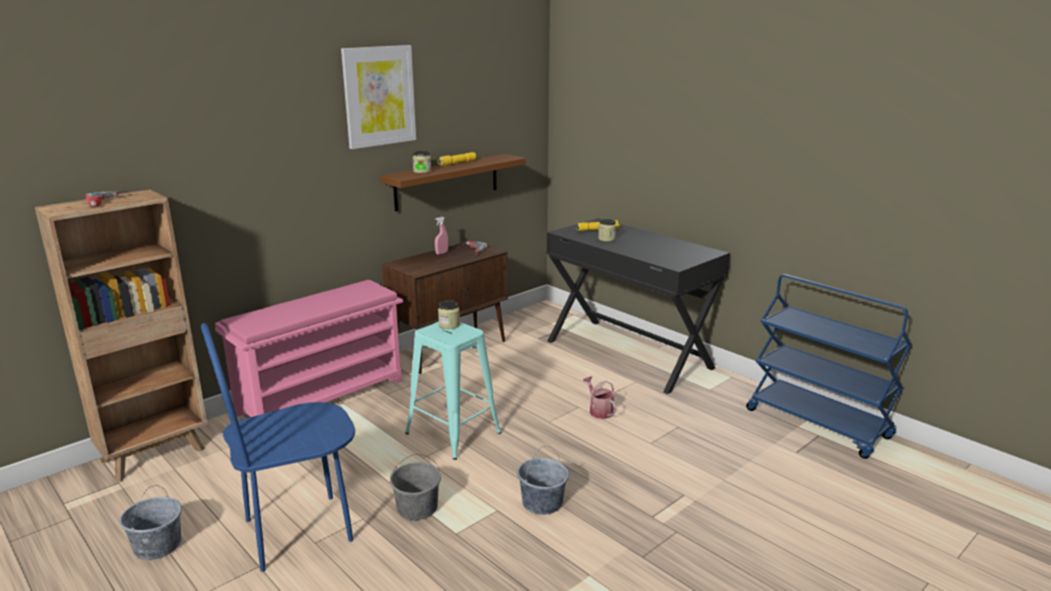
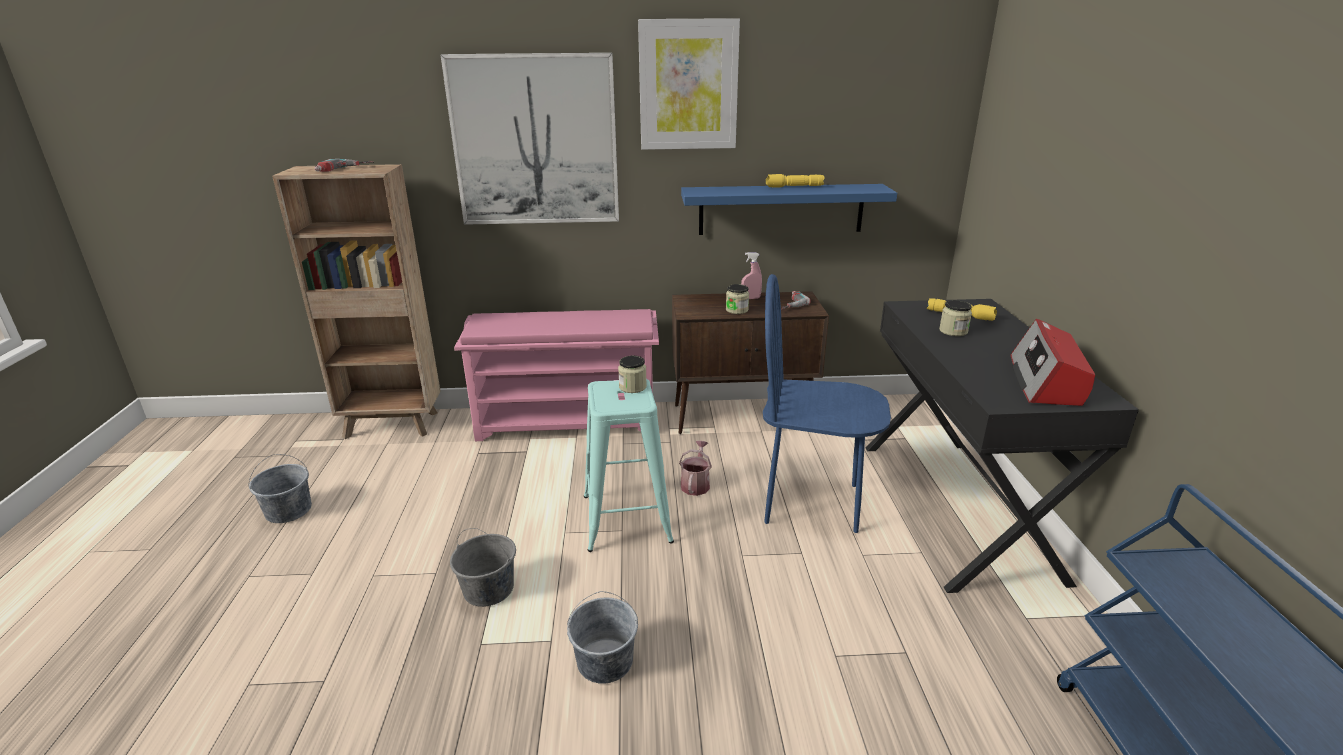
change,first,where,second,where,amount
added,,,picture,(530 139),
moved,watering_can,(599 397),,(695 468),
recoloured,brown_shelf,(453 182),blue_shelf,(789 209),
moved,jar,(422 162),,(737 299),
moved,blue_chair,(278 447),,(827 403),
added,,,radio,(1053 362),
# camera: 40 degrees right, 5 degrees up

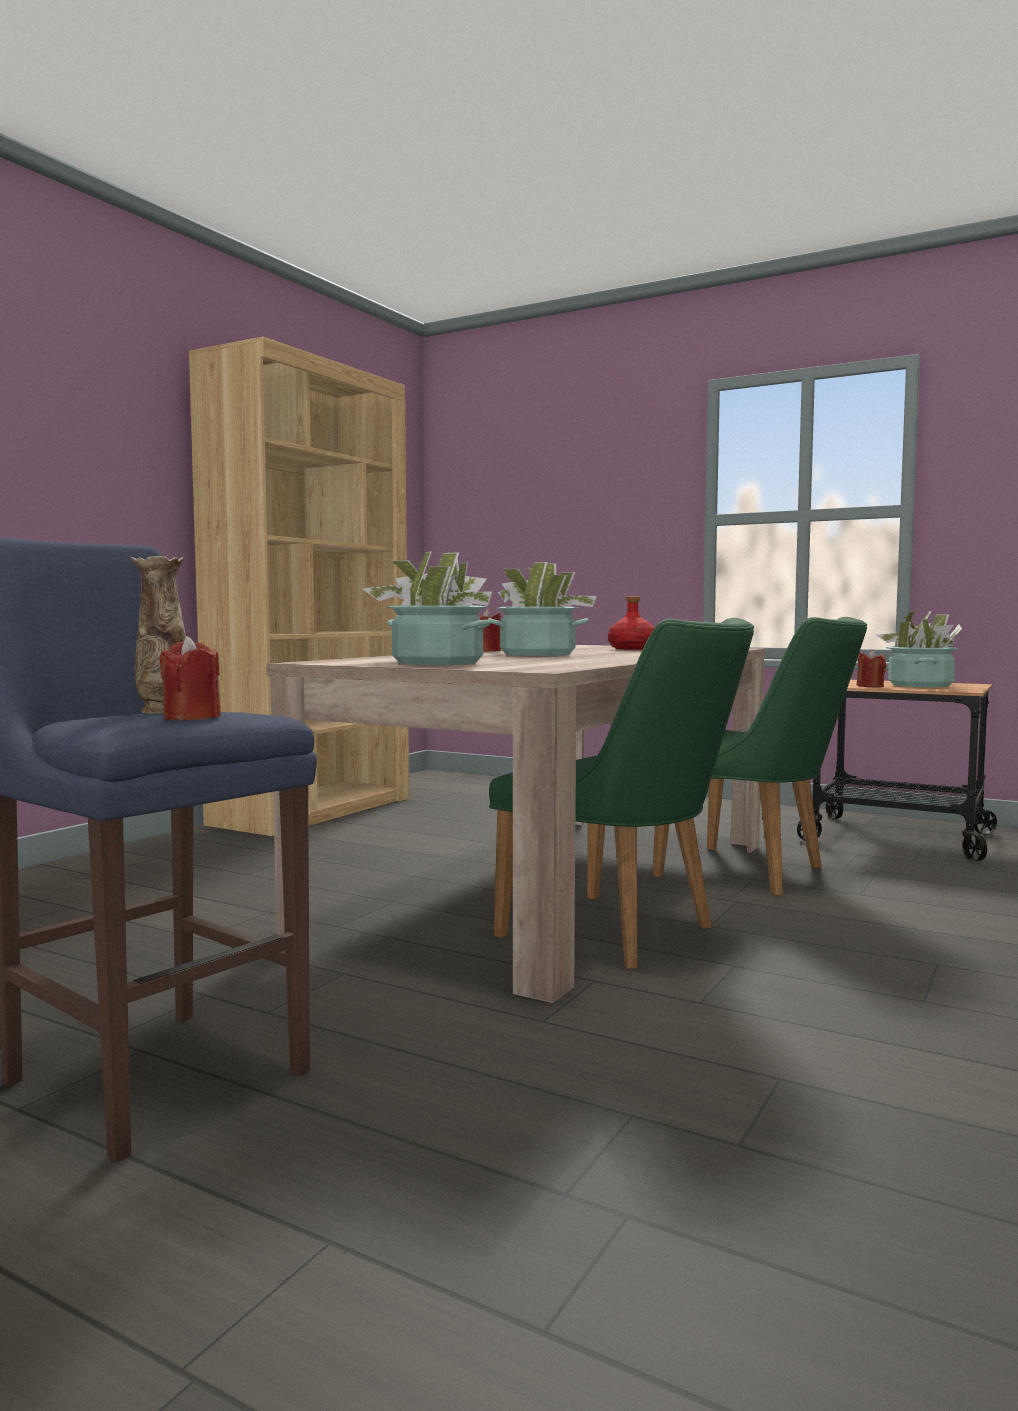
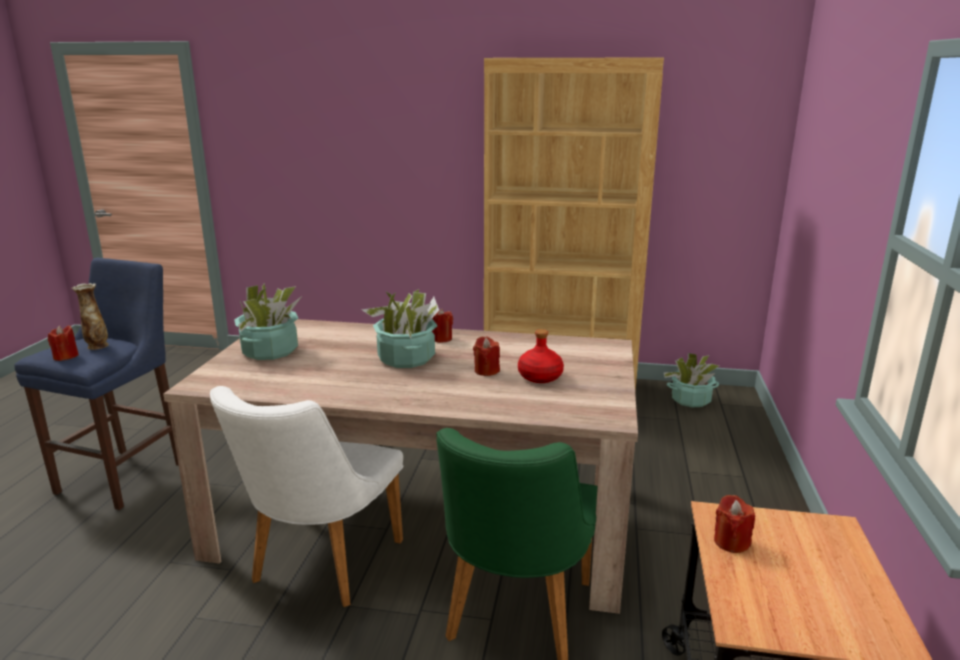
change,first,where,second,where,amount
recoloured,green_chair,(621 793),white_chair,(306 496),
added,,,red_candle,(486 356),
moved,potted_plant,(919 649),,(691 380),
# camera: 70 degrees right, 15 degrees up

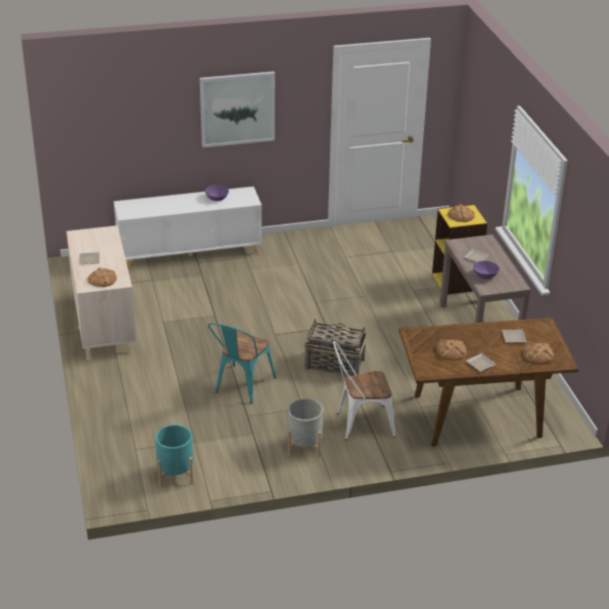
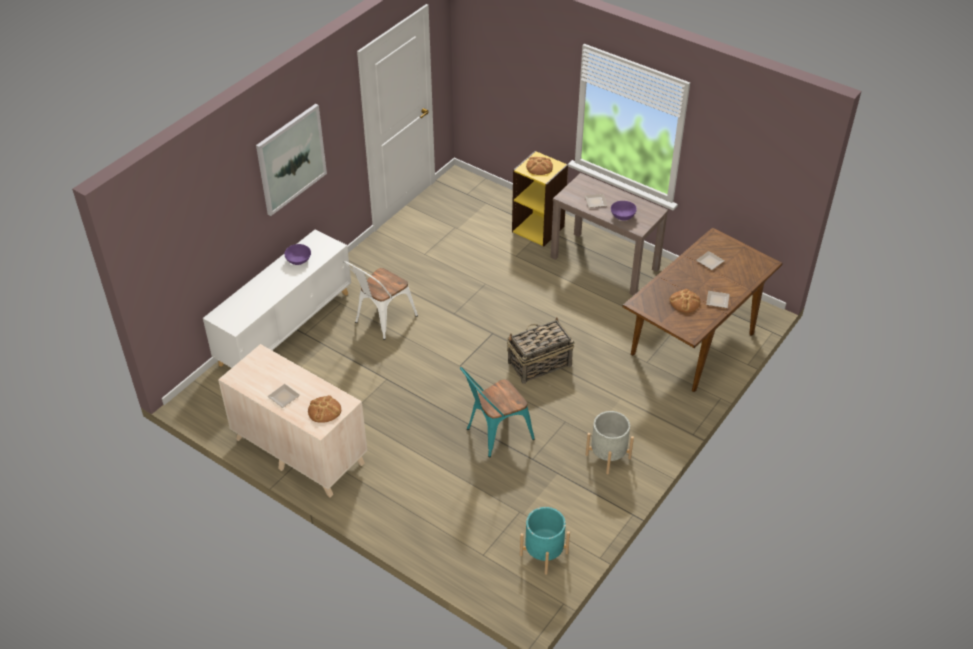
change,first,where,second,where,amount
moved,white_chair,(364 390),,(381 300),
turned,turquoise_chair,(242 363),,(497 412),75 degrees clockwise
removed,bread,(538 353),,,
# camera: 40 degrees left, 10 degrees up

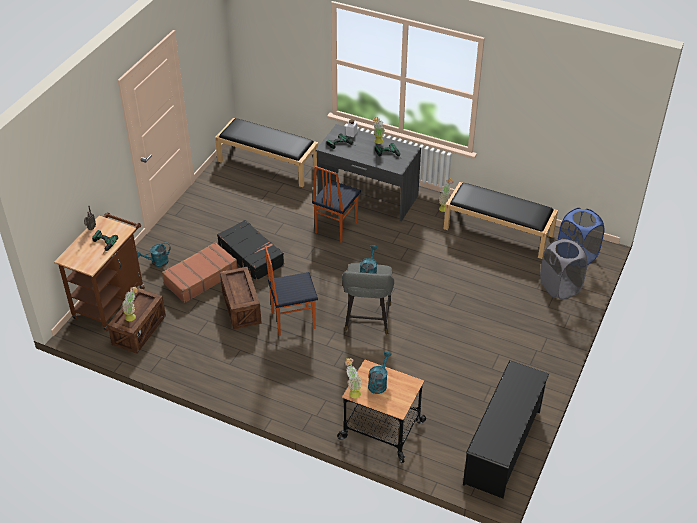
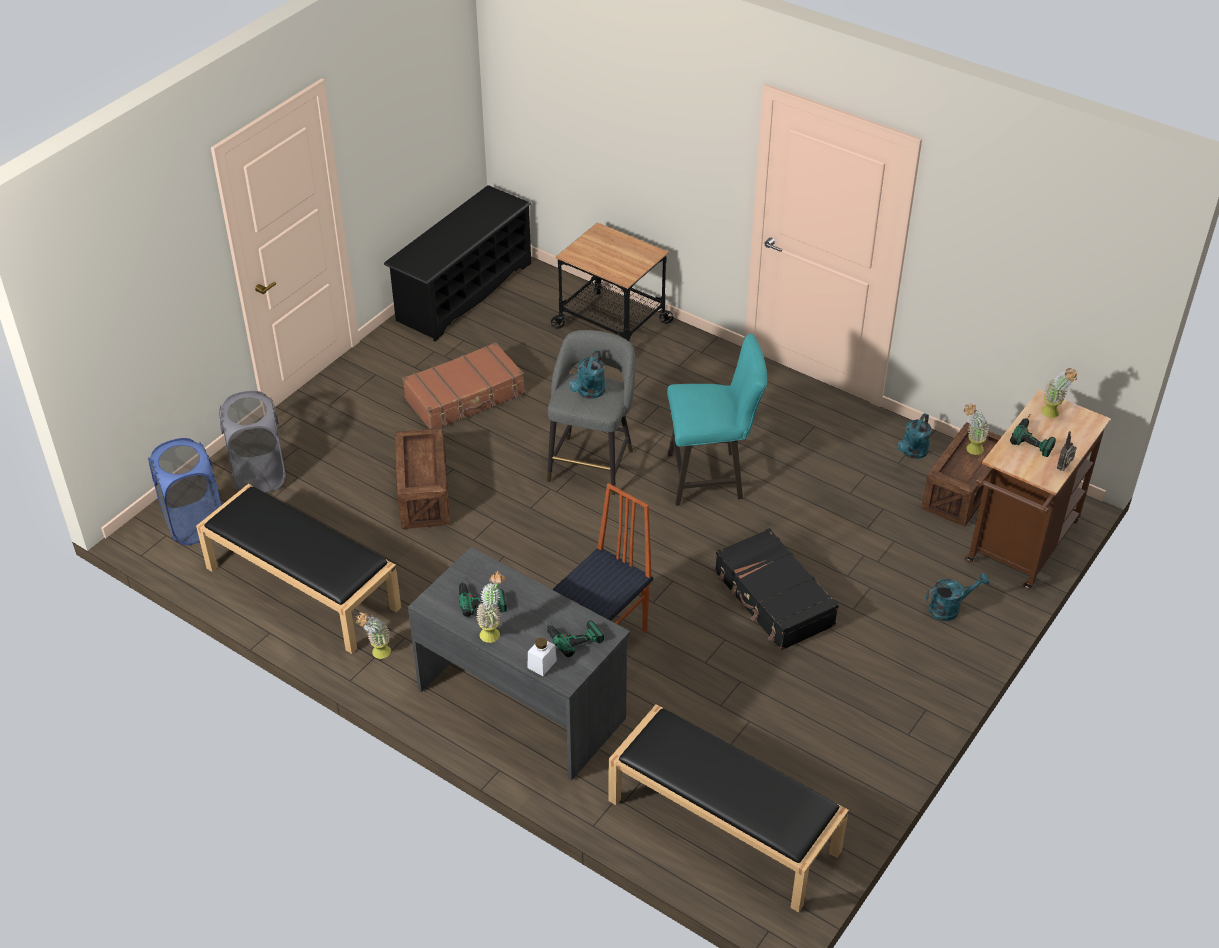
change,first,where,second,where,amount
moved,crate,(241 298),,(422 478),
moved,brown_suitcase,(199 272),,(463 385),
replaced,chair,(291 291),turquoise_stool,(717 420),
moved,turquoise_watering_can,(380 372),,(915 436),
moved,potted_plant,(354 378),,(1059 393),
# camera: 170 degrees left, 0 degrees up

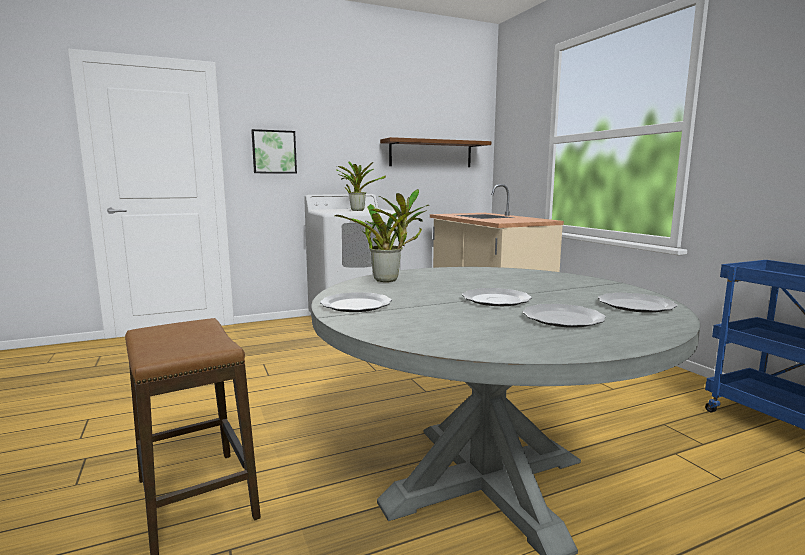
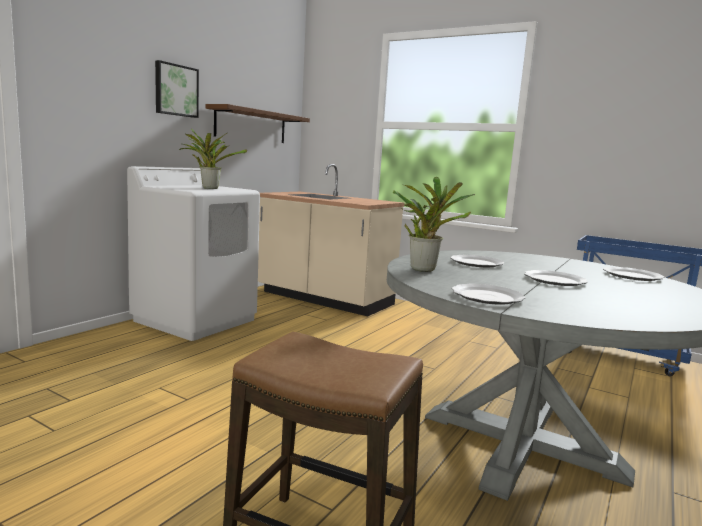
change,first,where,second,where,amount
moved,picture,(274 151),,(177 89),
moved,plate,(564 316),,(477 261),
# camera: 35 degrees left, 0 degrees up

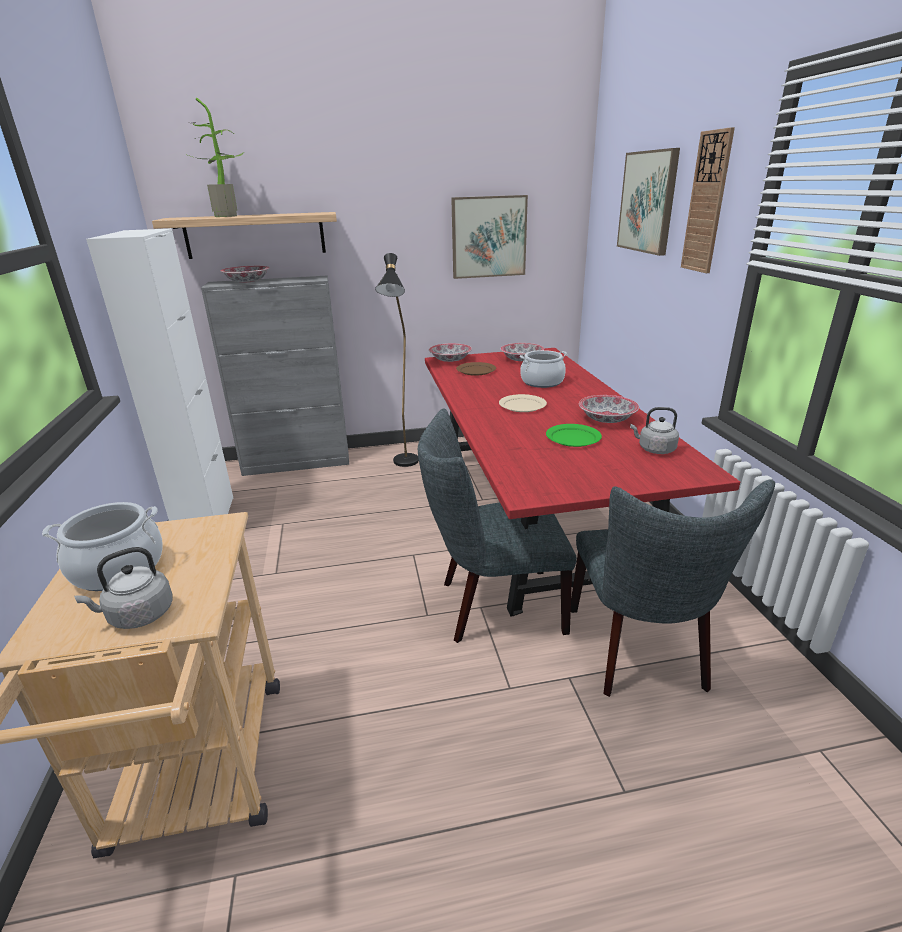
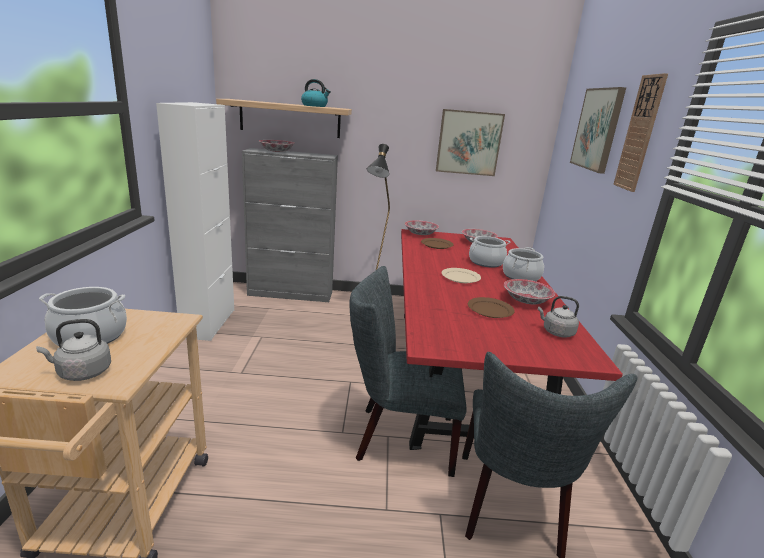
change,first,where,second,where,amount
added,,,kettle,(316 93),
recoloured,green_plate,(574 435),brown_plate,(491 307),
added,,,cooking_pot,(523 264),
removed,potted_plant,(215 157),,,
# camera: 10 degrees right, 5 degrees down

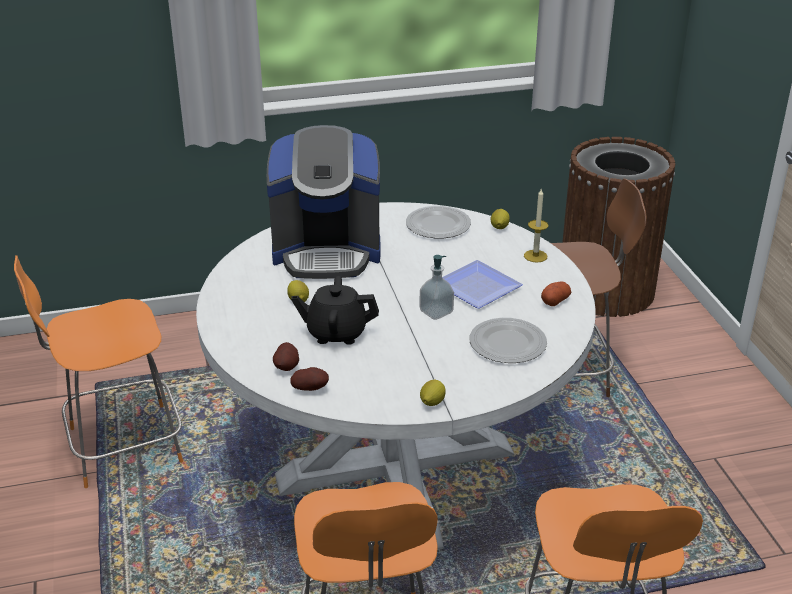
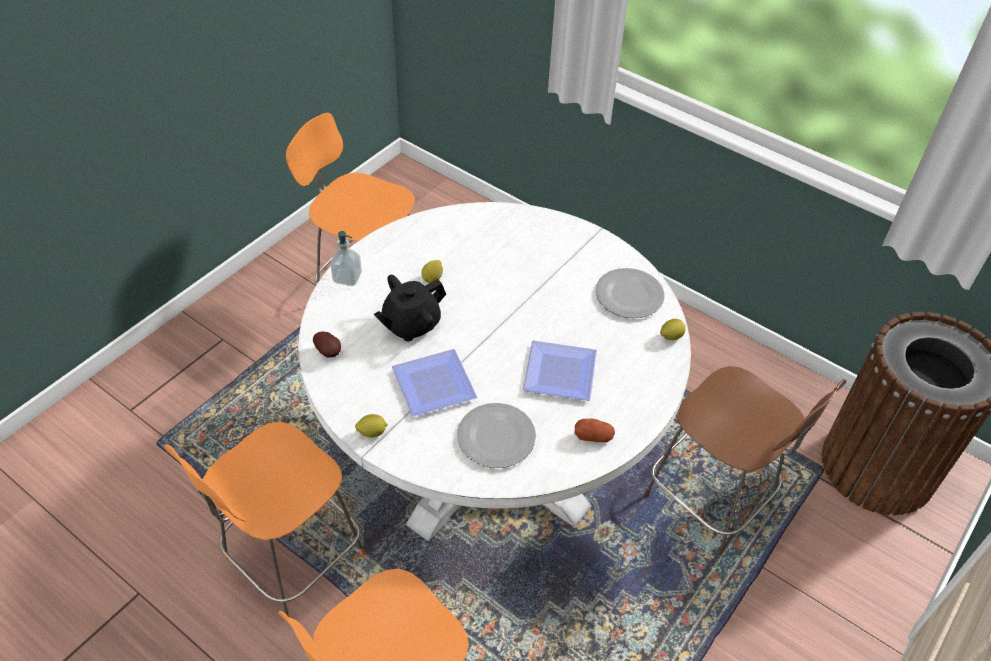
change,first,where,second,where,amount
moved,soap_dispenser,(436 287),,(346 258),
turned,black_teapot,(335 310),,(410 308),90 degrees counterclockwise
added,,,plate,(434 383),
removed,coffee_machine,(323 202),,,
removed,potato,(286 356),,,
removed,candle,(536 225),,,
# camera: 50 degrees right, 15 degrees up

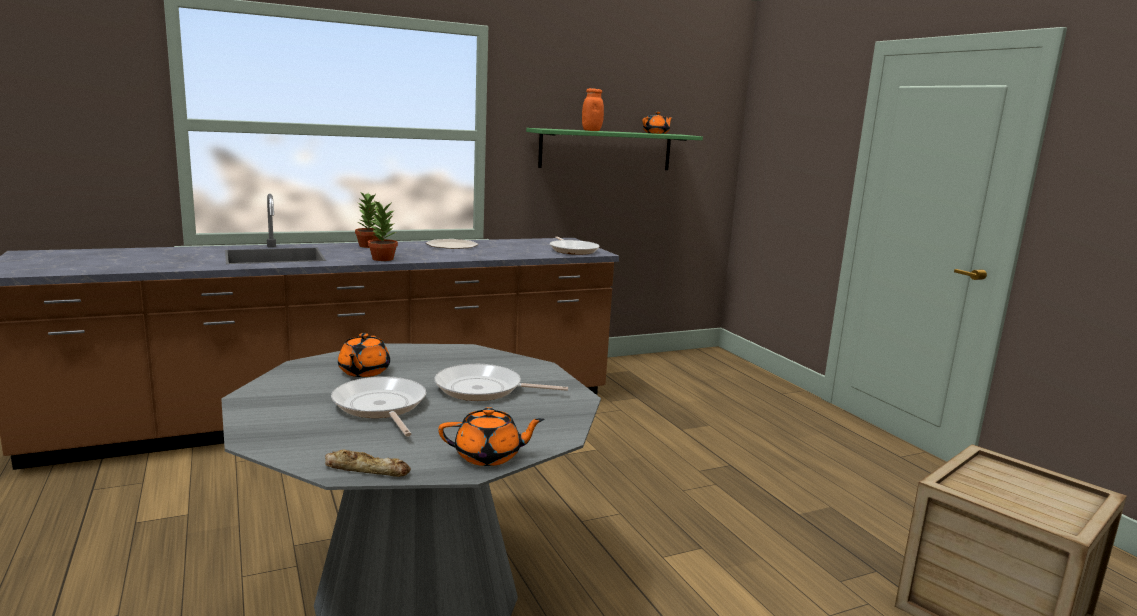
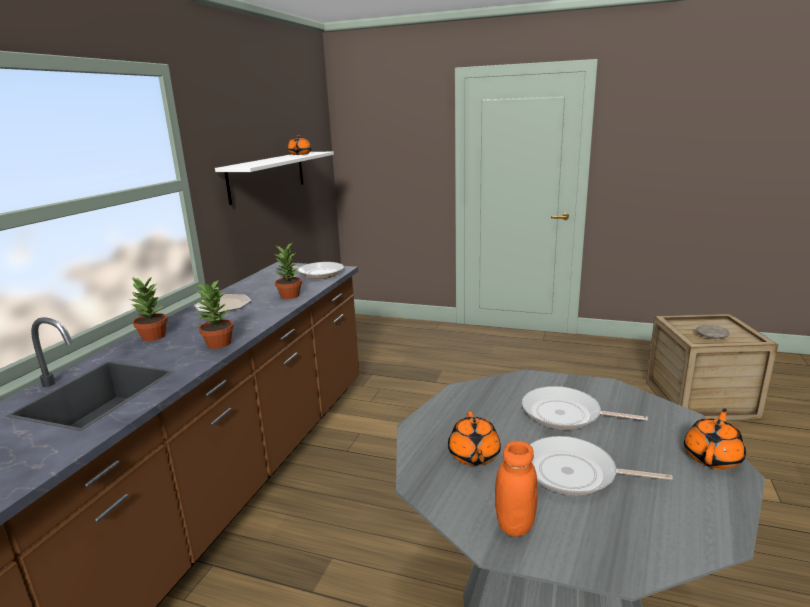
change,first,where,second,where,amount
recoloured,green_shelf,(614 149),white_shelf,(274 178),
added,,,potted_plant,(288 271),
turned,orange_teapot,(364 355),,(474 439),45 degrees clockwise
moved,orange_jar,(593 109),,(516 489),
turned,frying_pan,(501 382),,(585 408),60 degrees clockwise
added,,,beige_plate,(713 332),
removed,bread,(368 463),,,
# camera: 45 degrees left, 5 degrees up

